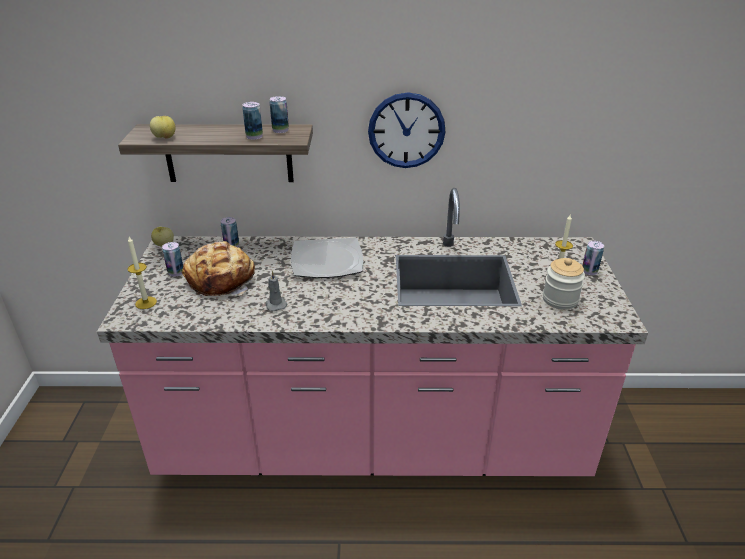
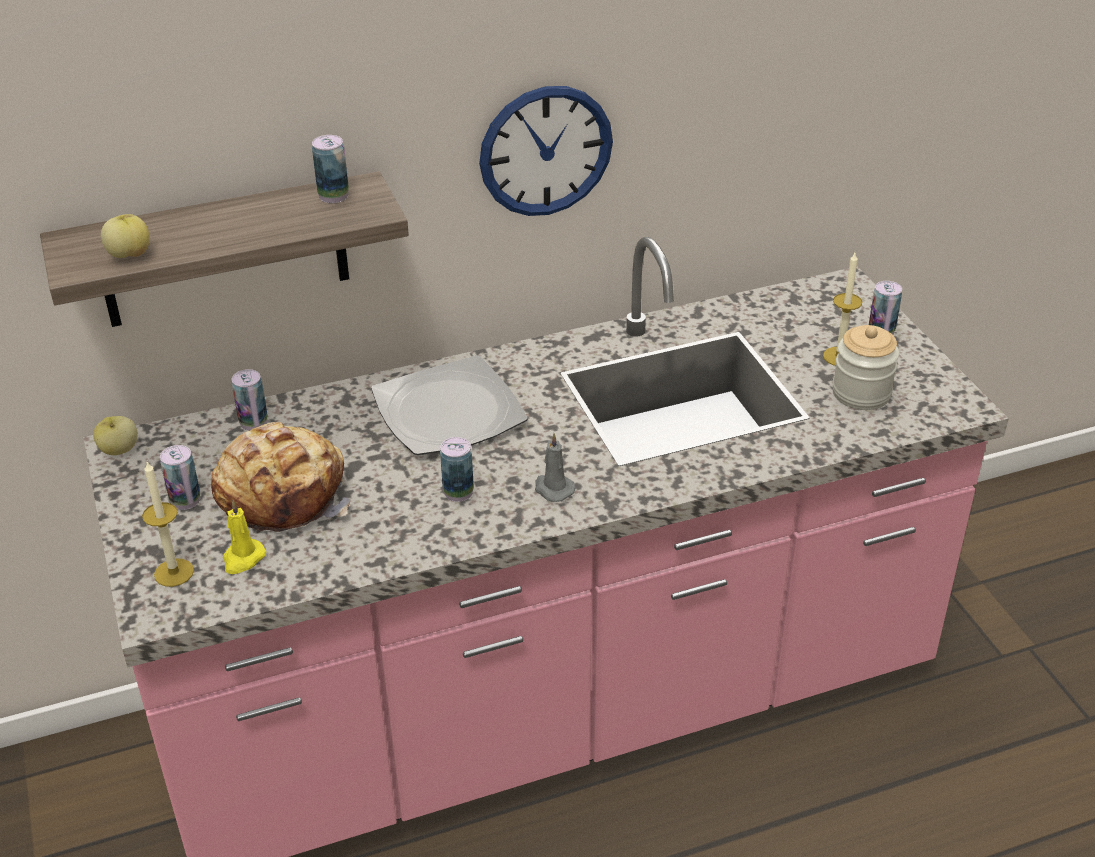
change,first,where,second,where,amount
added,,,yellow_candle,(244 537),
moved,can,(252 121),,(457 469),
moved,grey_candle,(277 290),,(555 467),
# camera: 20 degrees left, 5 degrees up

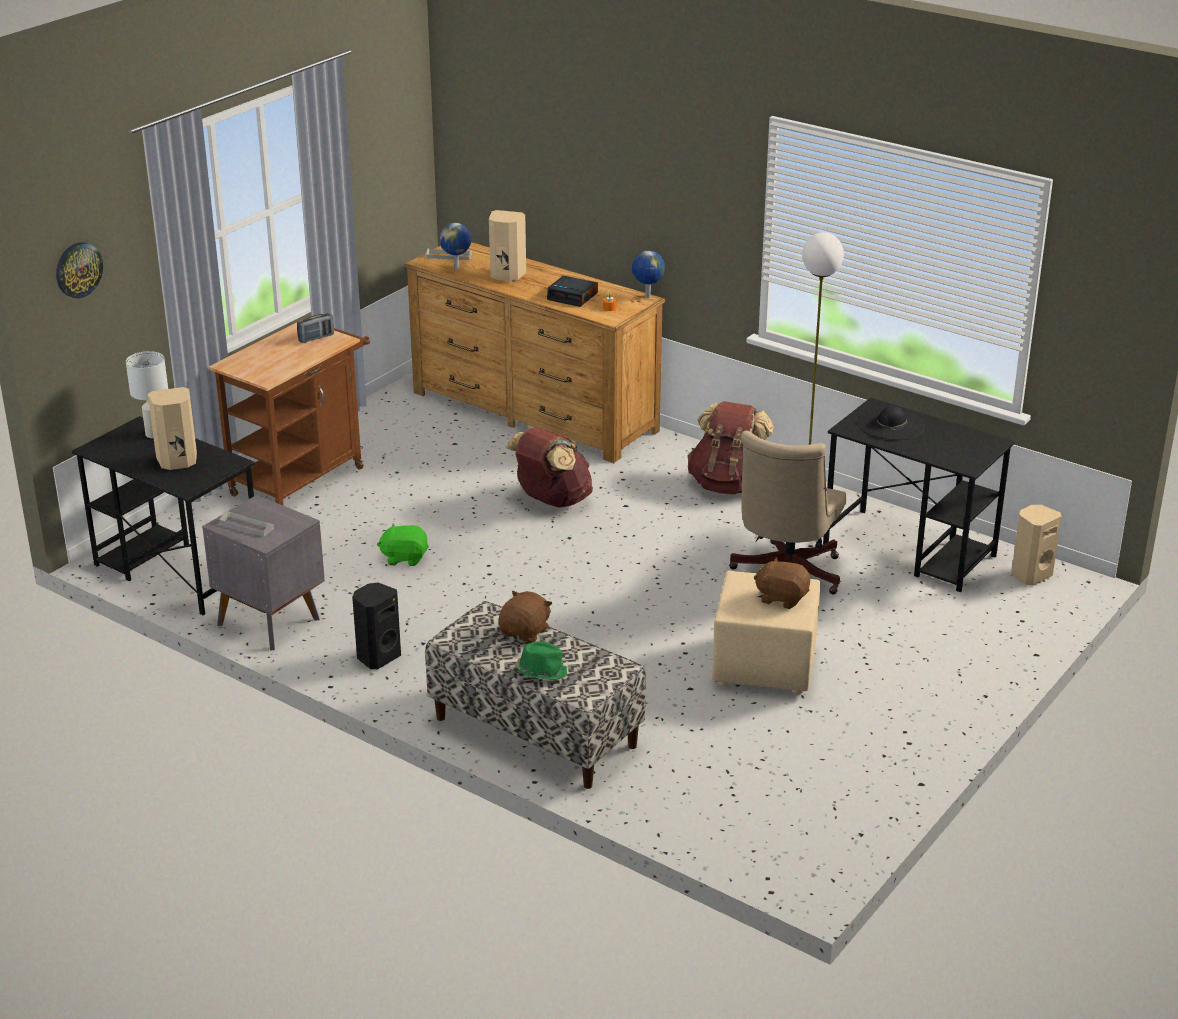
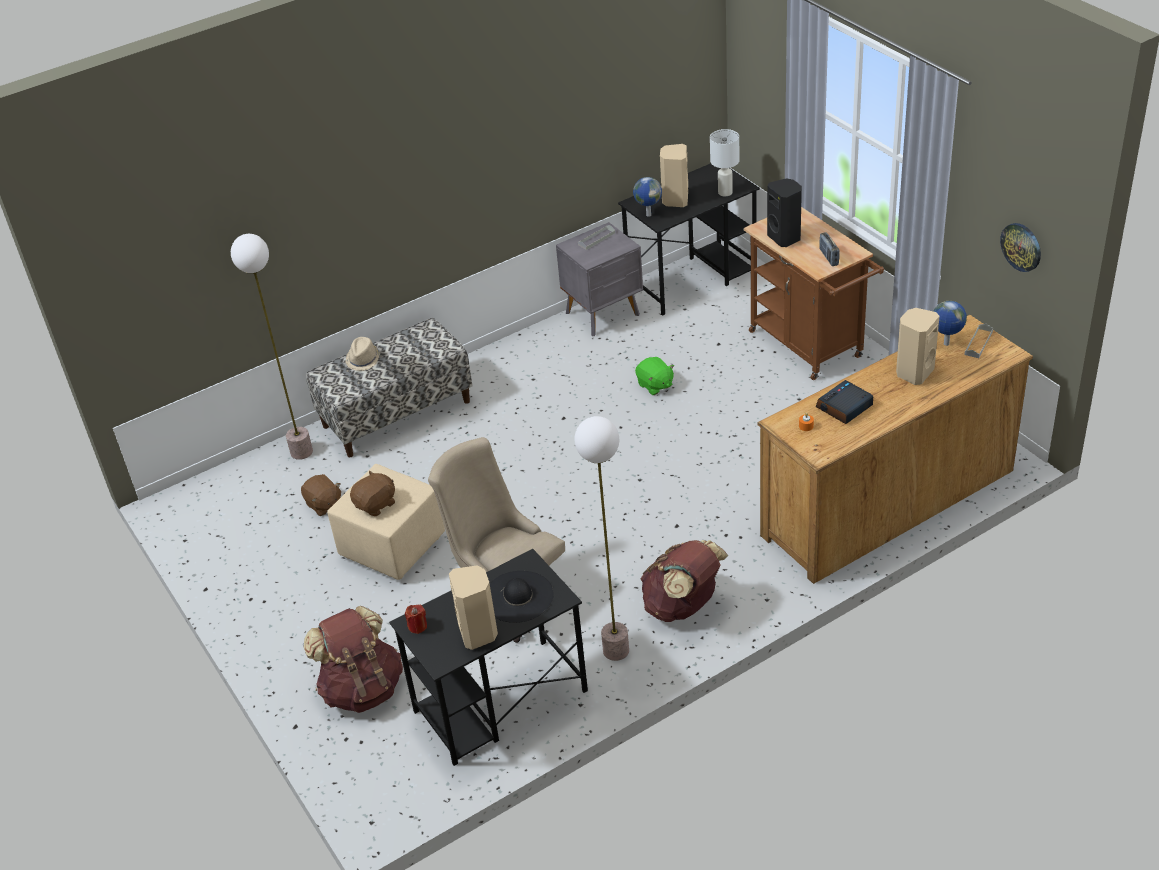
change,first,where,second,where,amount
added,,,floor_lamp,(272 347),
moved,brown_plush_toy,(525 617),,(321 495),
moved,brown_backpack,(549 467),,(353 659),
recoloured,green_hat,(541 660),beige_hat,(362 354),
added,,,red_candle,(416 619),
moved,beige_speaker,(1036 545),,(473 607),
moved,globe,(648 274),,(647 197),
turned,green_plush_toy,(403 544),,(654 376),120 degrees clockwise
moved,black_speaker,(376 625),,(784 212),
moved,wall_clock,(79 270),,(1020 247),
# camera: 115 degrees right, 10 degrees up

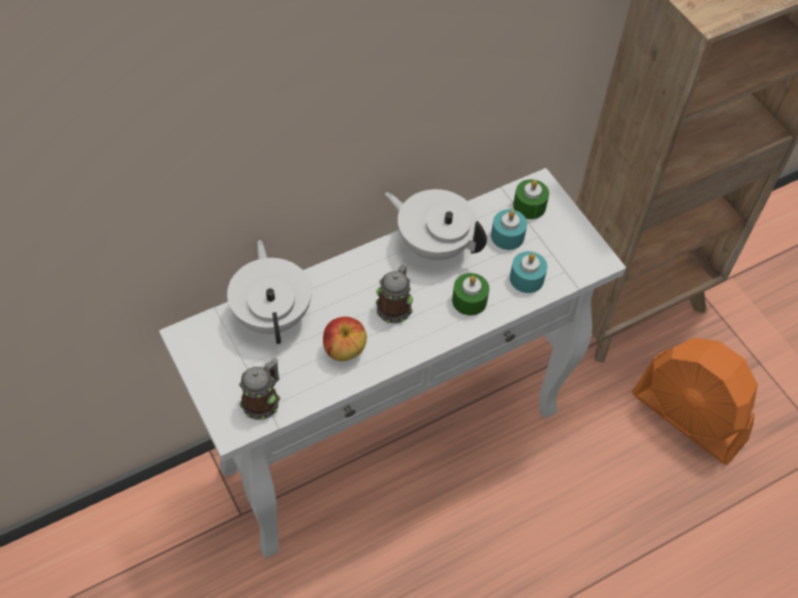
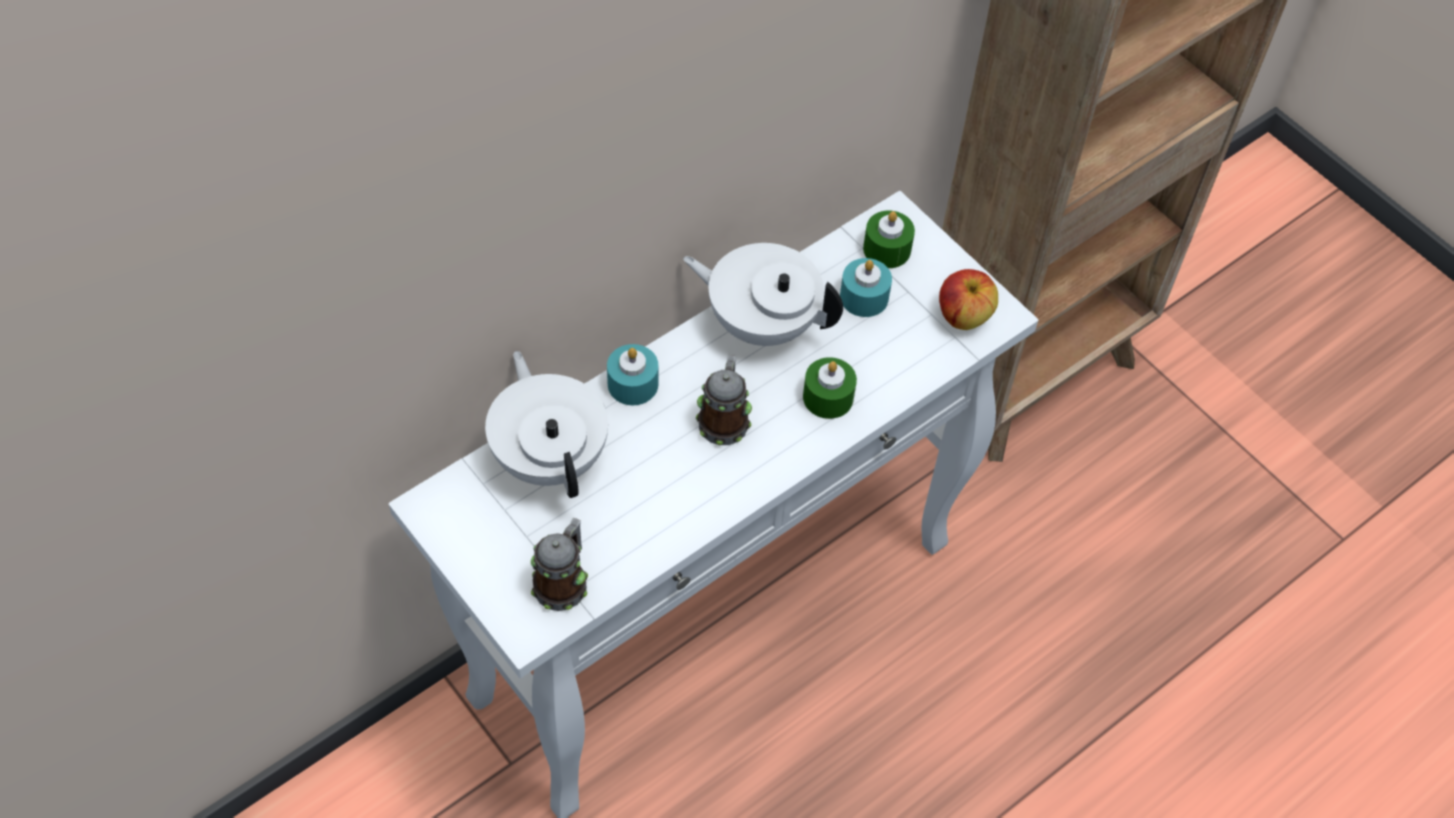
change,first,where,second,where,amount
moved,turquoise_candle,(528 272),,(632 374),
moved,apple,(345 339),,(968 299),
removed,orange_fan,(695 401),,,
# camera: 10 degrees left, 0 degrees up

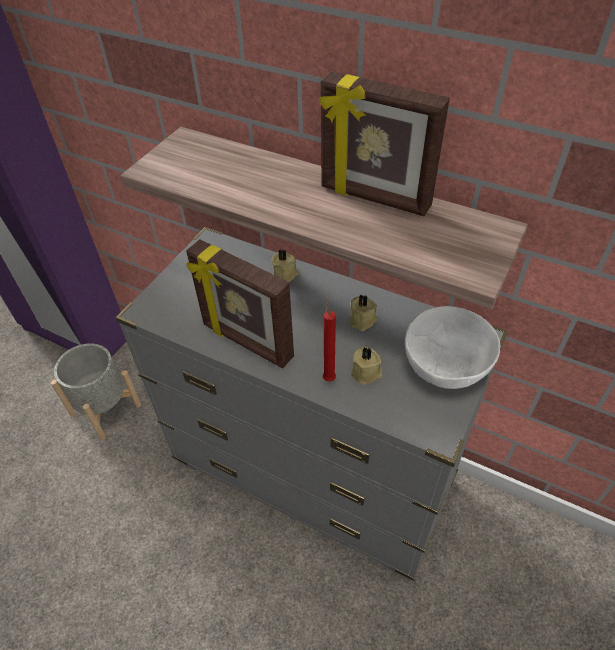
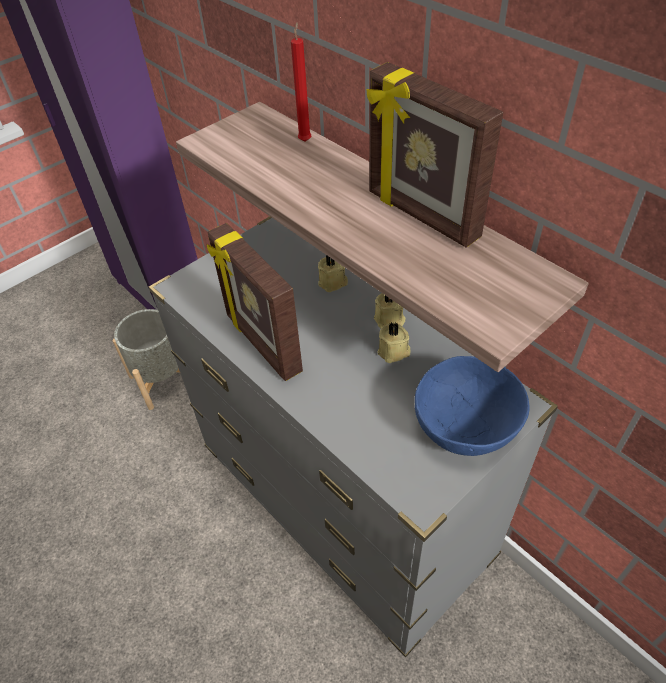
change,first,where,second,where,amount
moved,red_candle,(329 340),,(301 81),
moved,beige_candle,(366 365),,(390 310),
recoloured,white_bowl,(452 347),blue_bowl,(472 406),
# camera: 20 degrees right, 0 degrees up

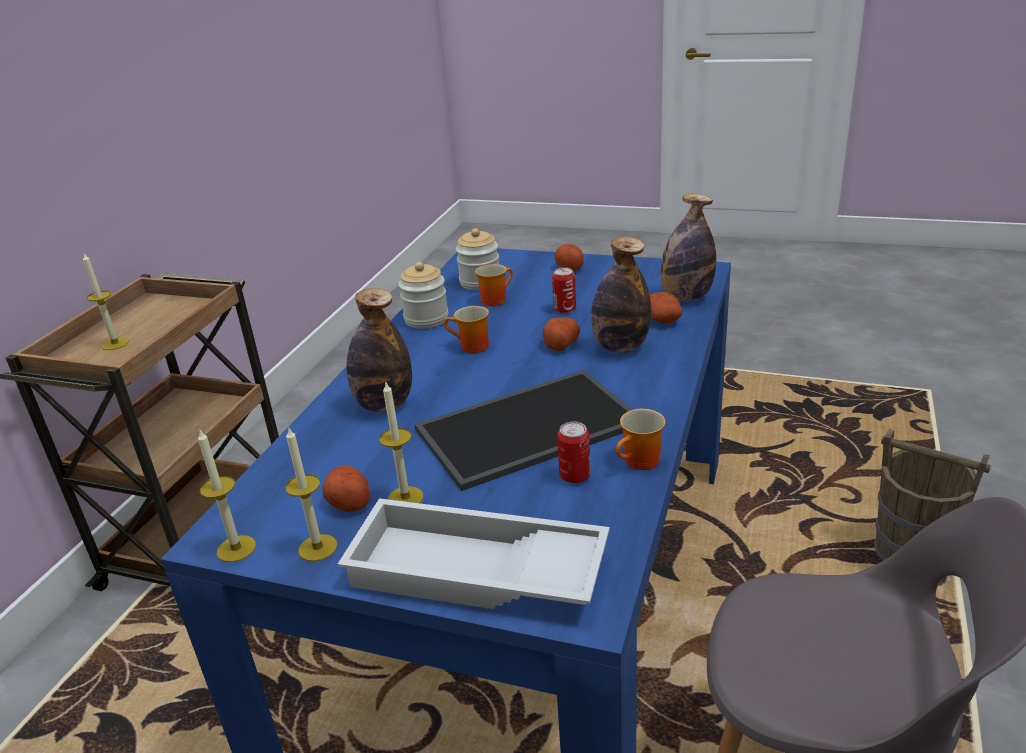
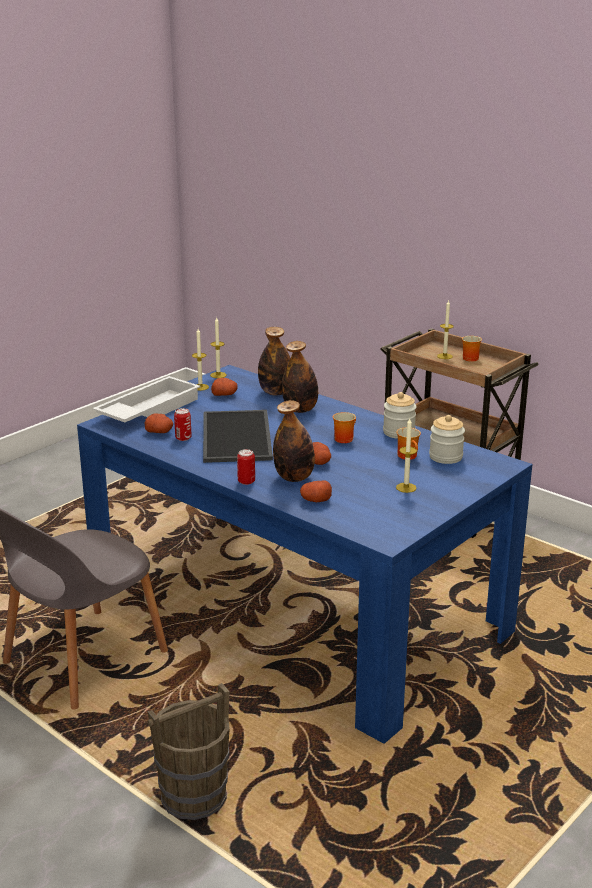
change,first,where,second,where,amount
moved,potato,(569 257),,(159 423),
moved,can,(564 290),,(246 467),
moved,bottle,(688 247),,(274 361),
moved,candle,(401 443),,(406 455),
moved,mug,(640 439),,(472 349),
# camera: 110 degrees right, 5 degrees down

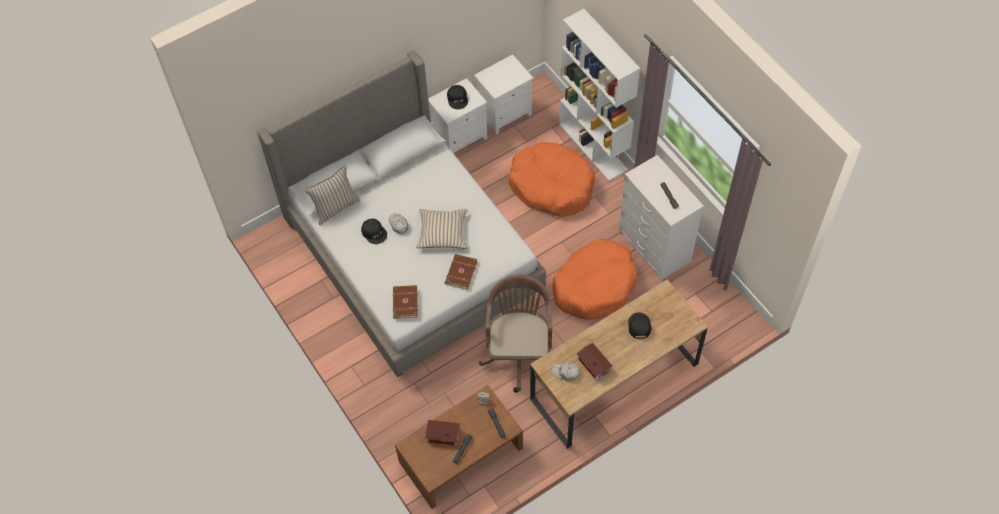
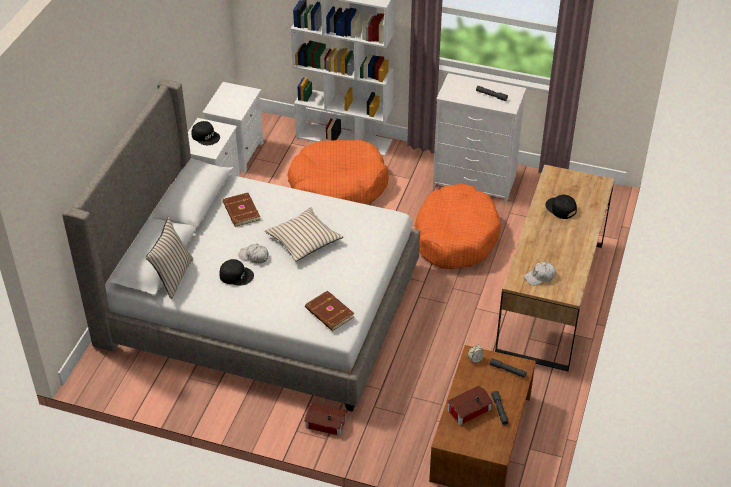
change,first,where,second,where,amount
moved,brown_book,(461 272),,(241 210),
moved,toy_house,(594 362),,(325 419),
removed,brown_office_chair,(515 333),,,
# camera: 40 degrees left, 15 degrees down

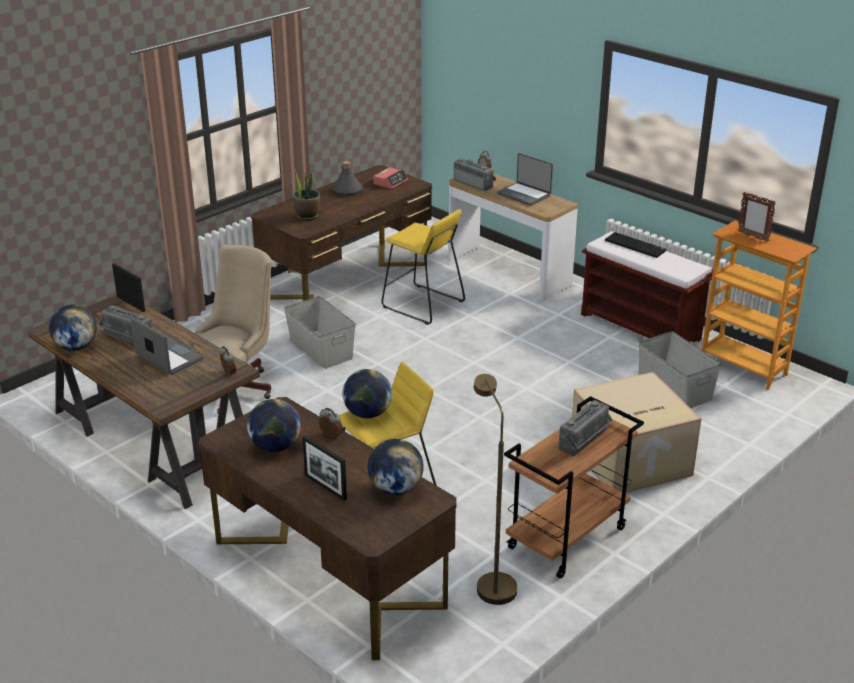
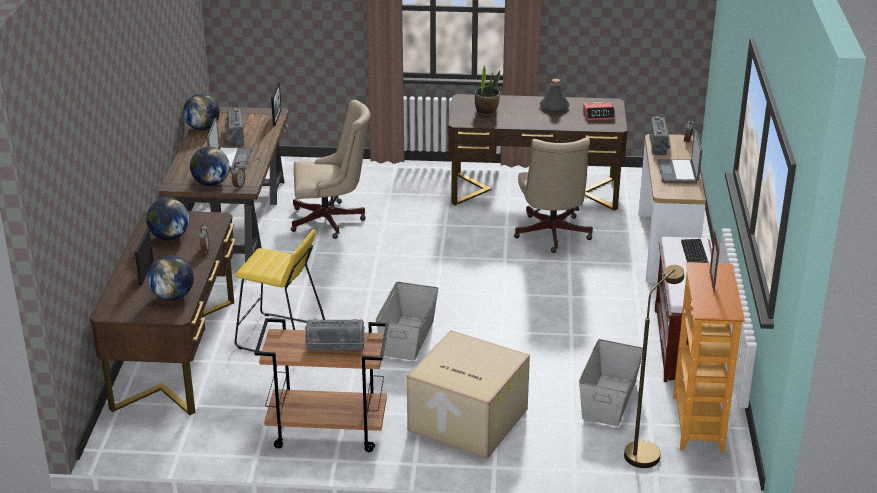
change,first,where,second,where,amount
moved,globe,(367 393),,(210 166),
moved,grey_storage_box,(320 332),,(407 321),
replaced,yellow_stool,(423 267),beige_office_chair,(553 195),
moved,brown_floor_lamp,(495 489),,(654 366),
# camera: 50 degrees right, 0 degrees up

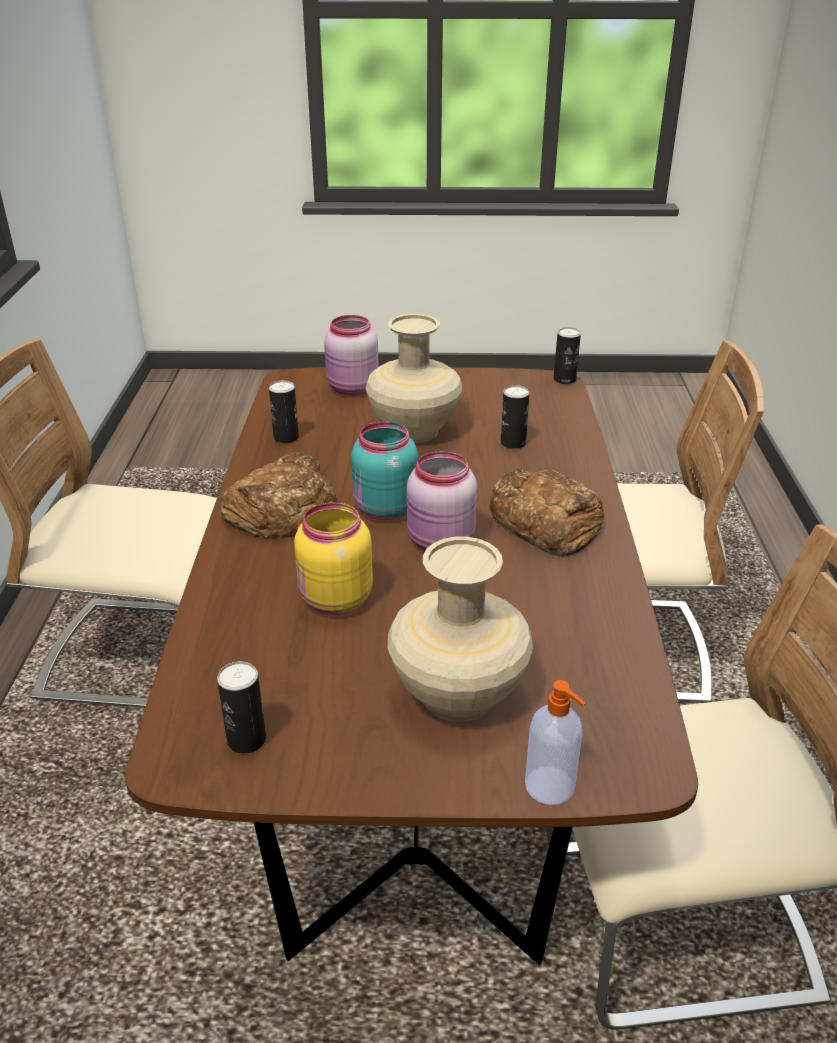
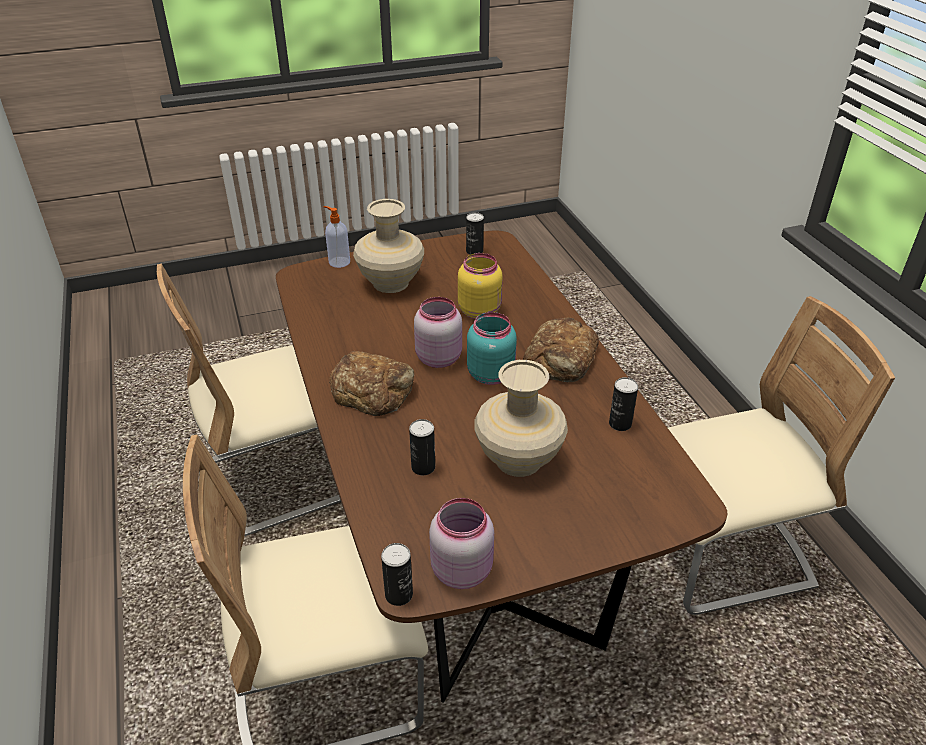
change,first,where,second,where,amount
moved,pink_jar,(351 355),,(461 543),
# camera: 160 degrees right, 5 degrees up

